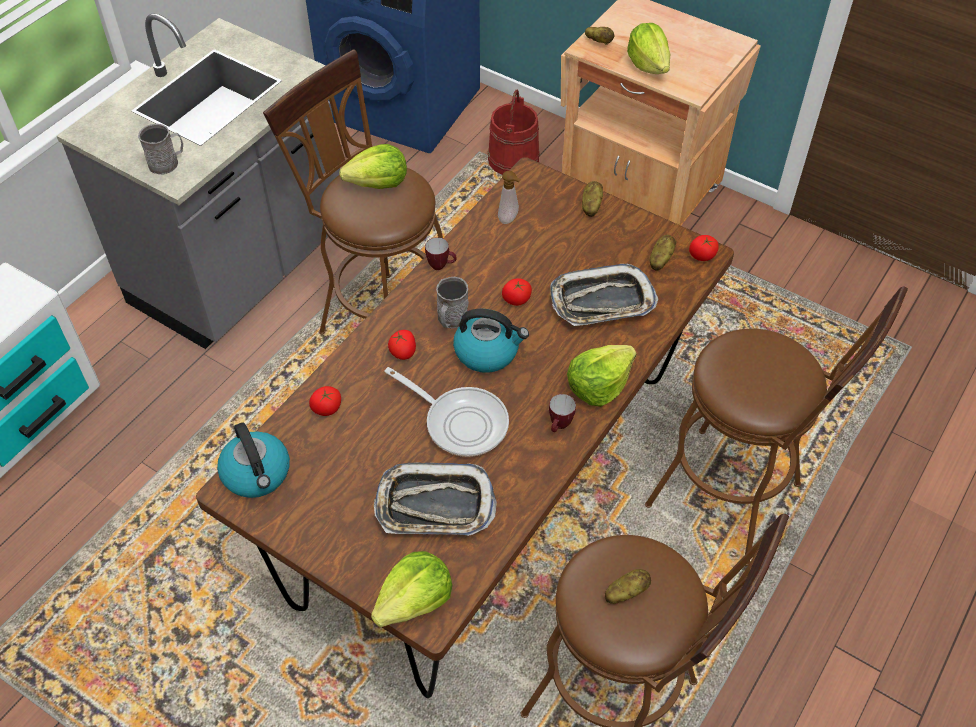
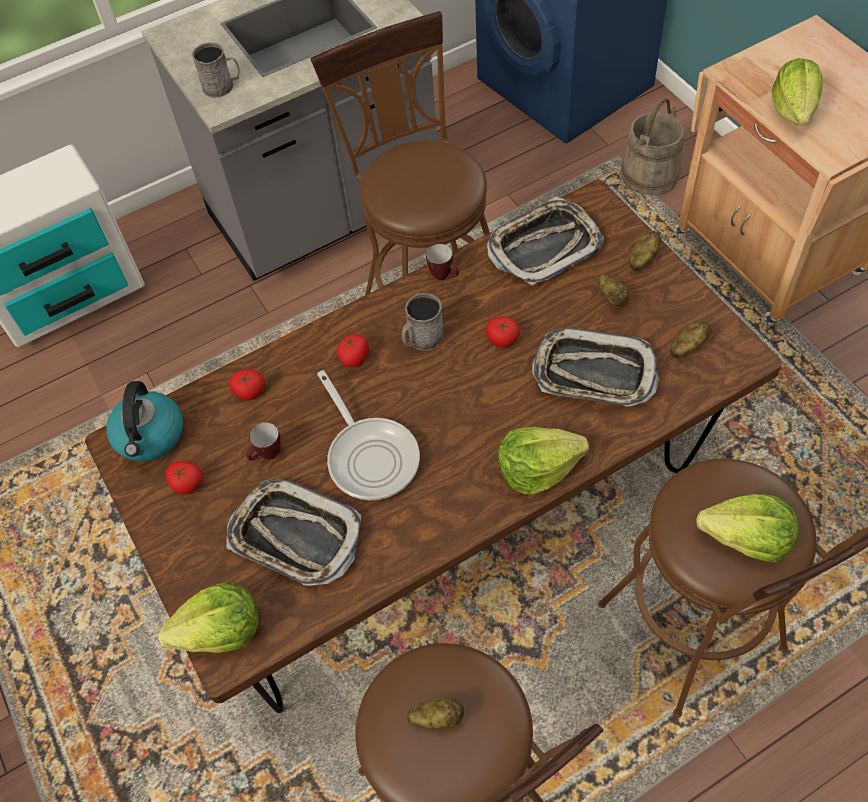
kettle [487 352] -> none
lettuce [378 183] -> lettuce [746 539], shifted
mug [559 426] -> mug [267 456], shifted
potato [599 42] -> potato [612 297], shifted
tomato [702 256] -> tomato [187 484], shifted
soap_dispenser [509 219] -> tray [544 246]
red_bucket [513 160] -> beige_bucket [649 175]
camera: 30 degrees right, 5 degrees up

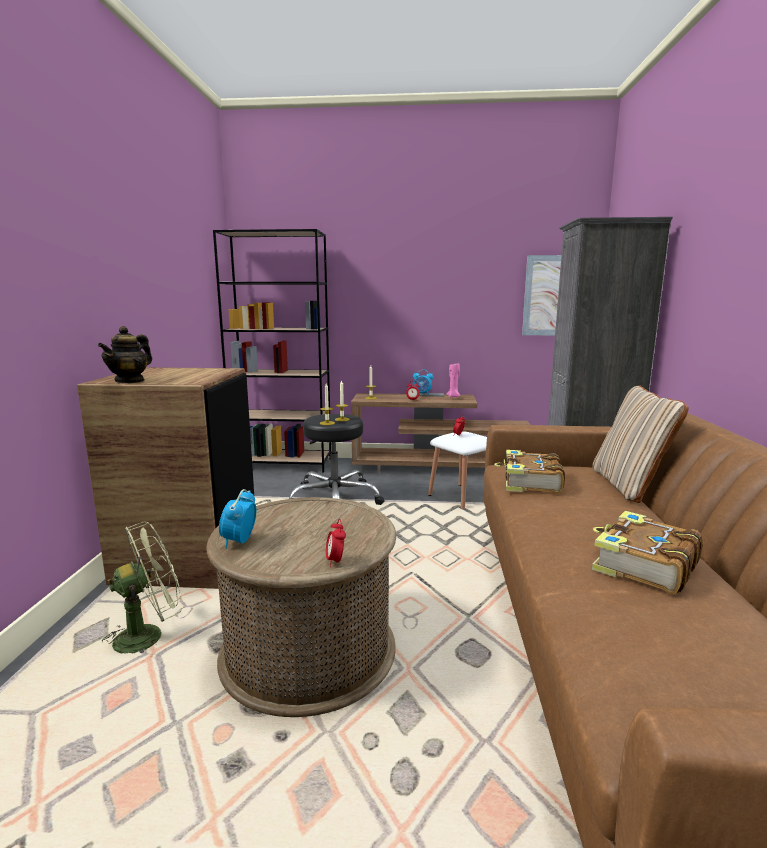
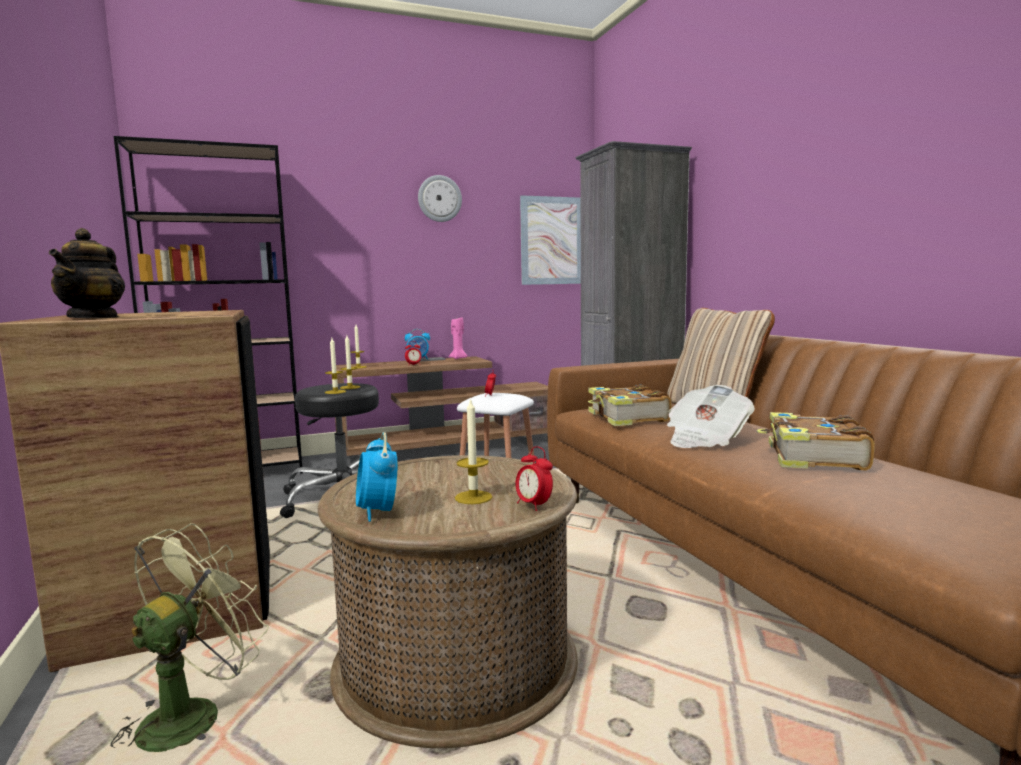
none -> wall_clock [439 198]
none -> candle [473 497]
none -> newspaper [705 439]
camera: 25 degrees left, 5 degrees down

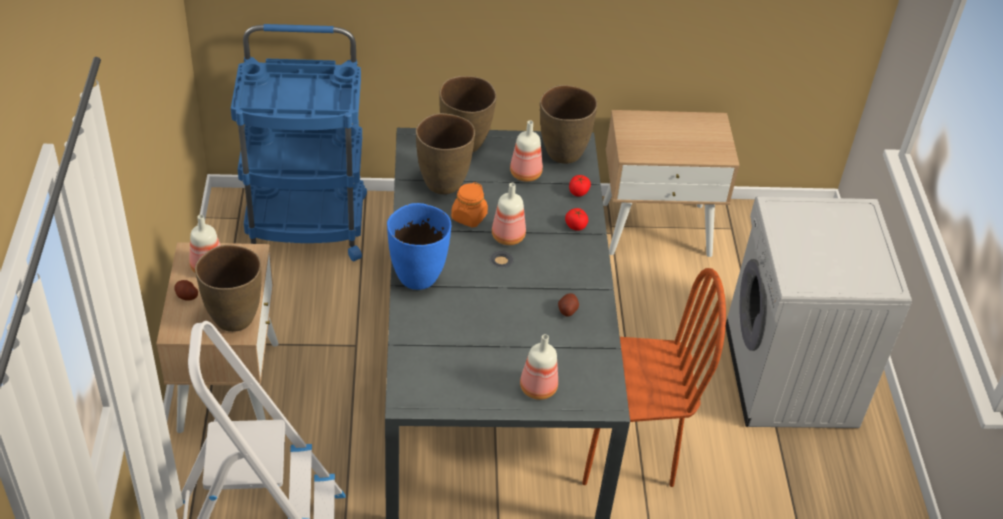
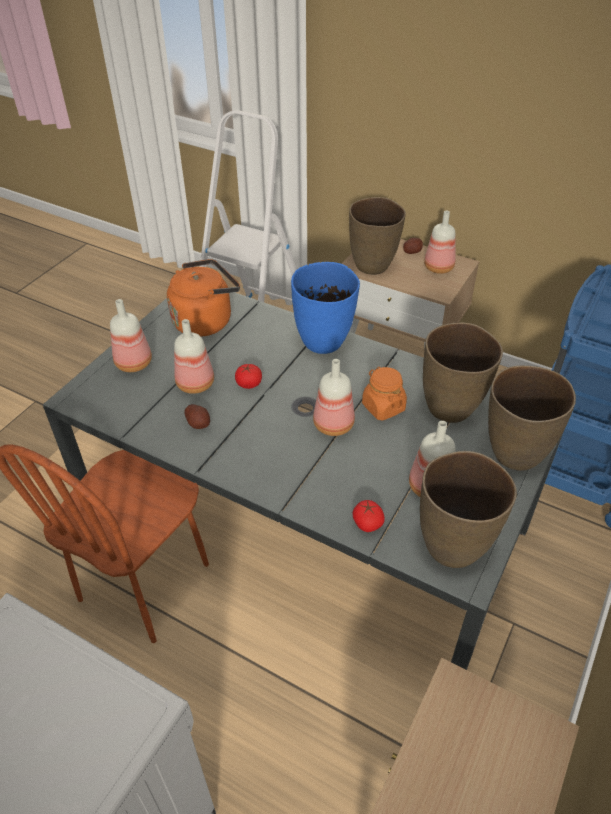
none -> orange_kettle [205 320]
none -> bottle [195 383]
tomato [576 226] -> tomato [249 384], shifted
camera: 125 degrees right, 0 degrees up

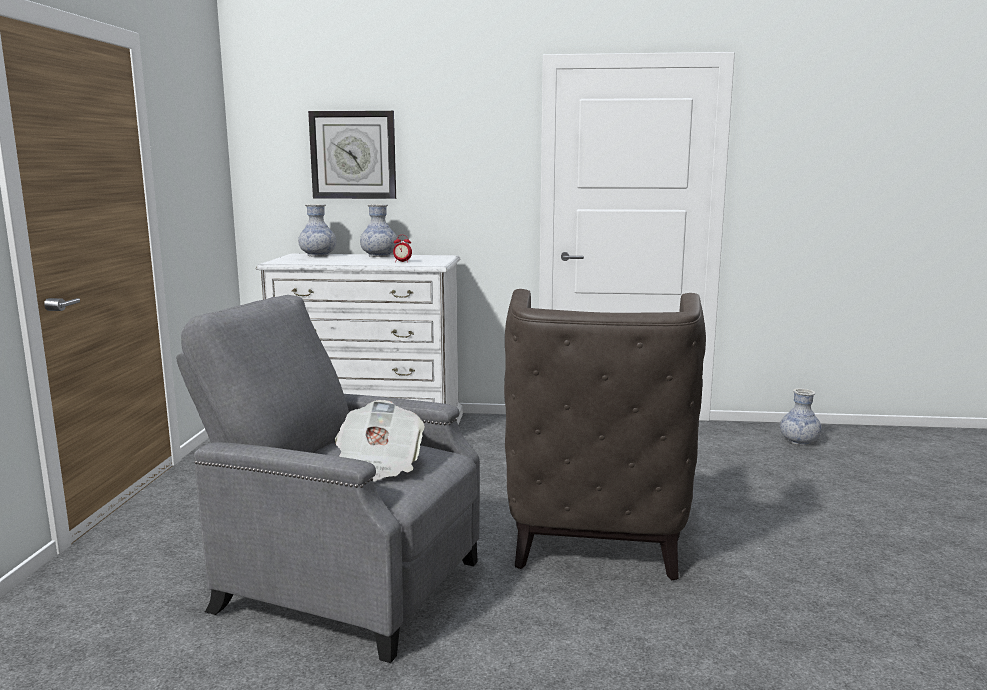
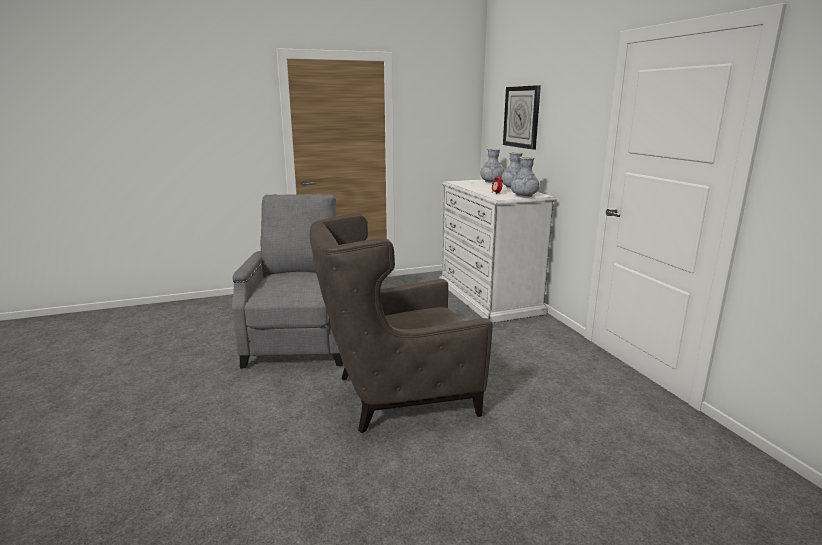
newspaper [379 464] -> none
vase [799 441] -> vase [524 196], shifted
camera: 65 degrees right, 5 degrees up

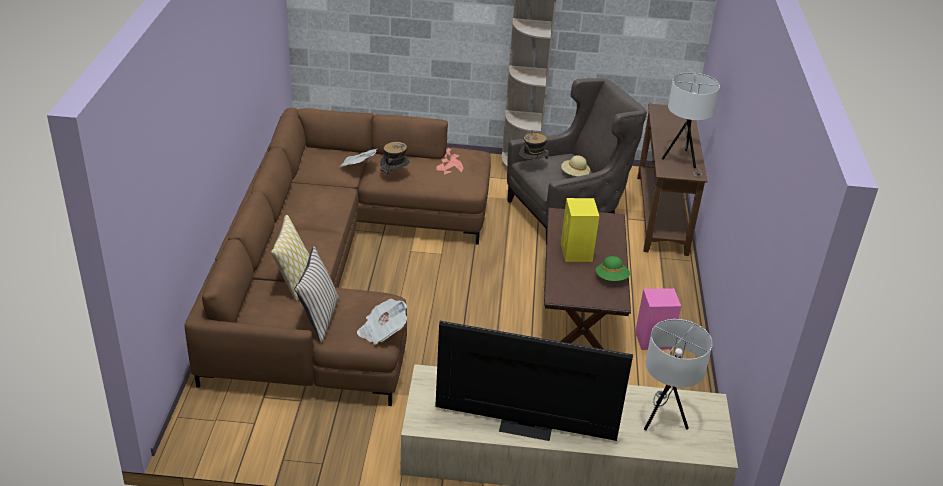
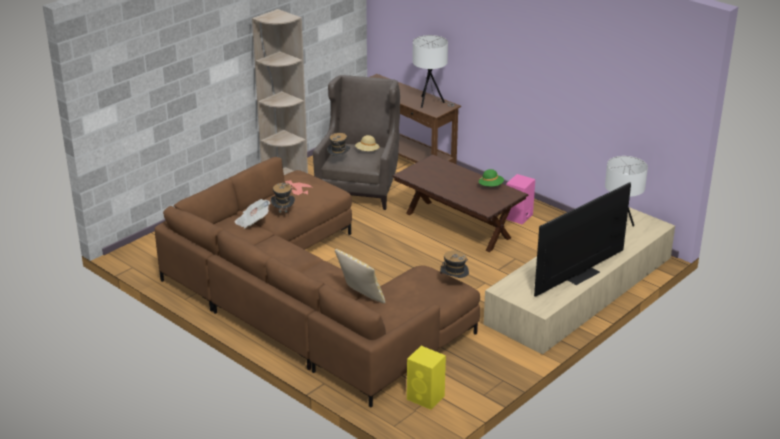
beige_pillow [318 318] -> none
yellow_speaker [576 253] -> yellow_speaker [426 398], shifted
newspaper [382 331] -> hat [454 283]
camera: 50 degrees left, 5 degrees down

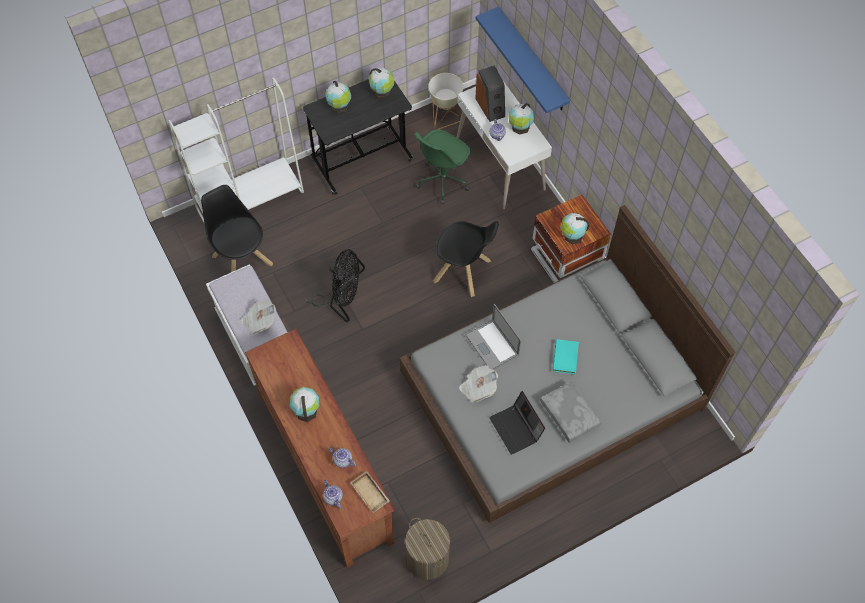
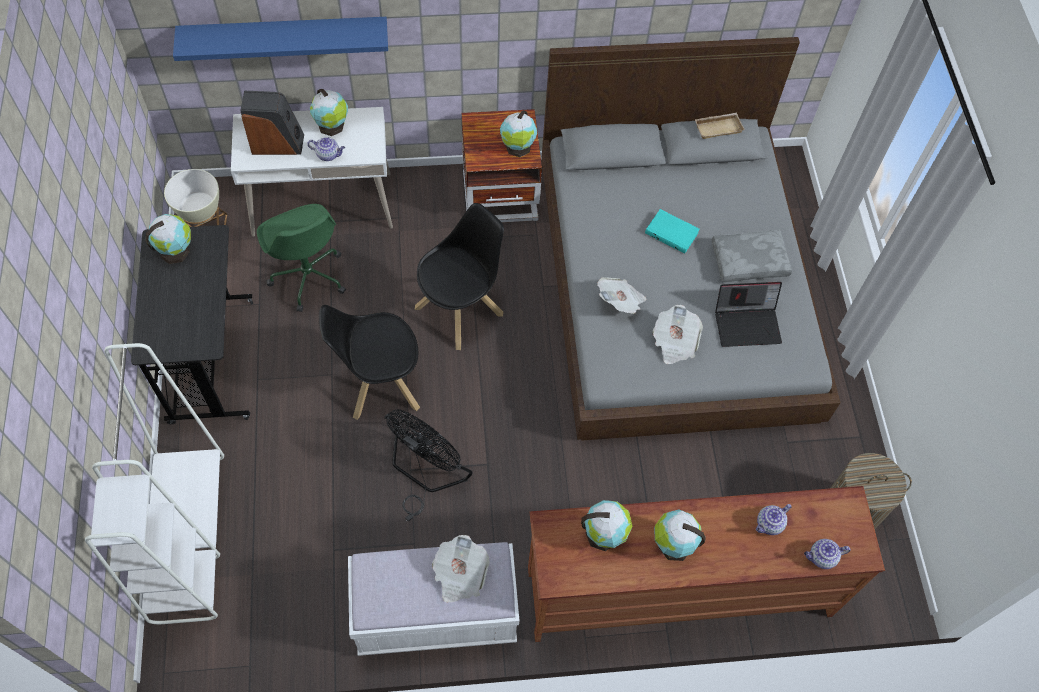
black_chair [241 259] -> black_chair [379 384], shifted
globe [339 106] -> globe [604 534], shifted
beige_tray [371 493] -> beige_tray [718 127], shifted
laptop [492 345] -> newspaper [620 302]
camera: 70 degrees left, 0 degrees up

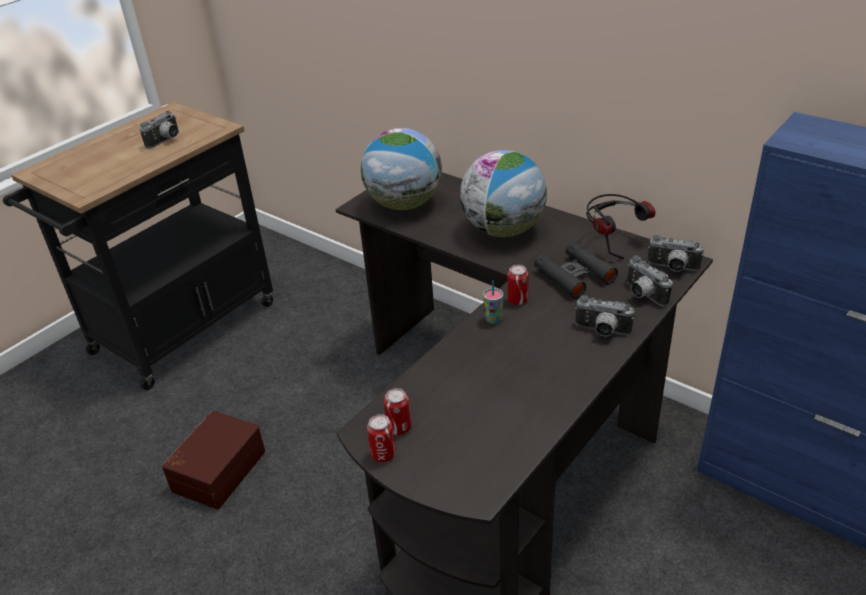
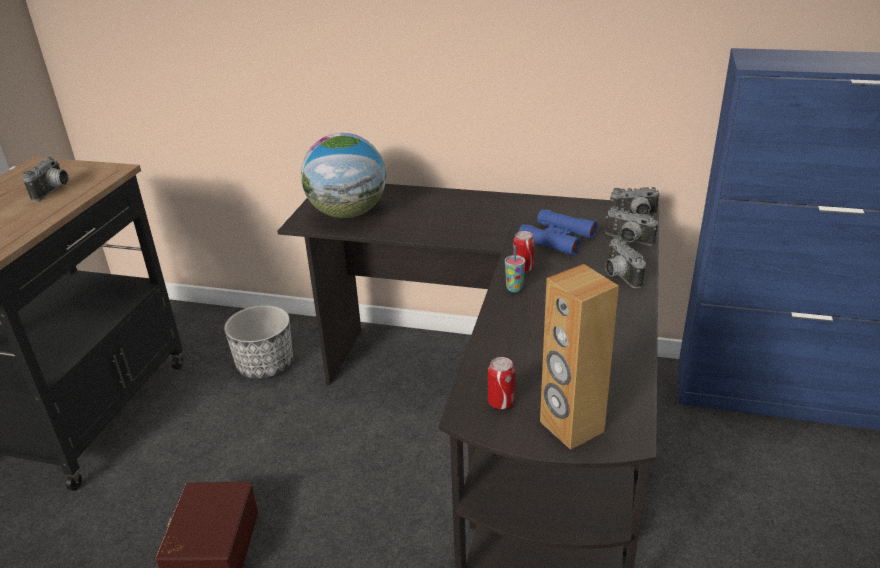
can [383 454] -> none
globe [503 230] -> none
headphones [613 242] -> none
none -> planter [265 365]
none -> brown_speaker [571 427]
black_binoculars [574 276] -> blue_binoculars [557 238]
photo_camera [601 332] -> photo_camera [618 276], 75 degrees clockwise
camera: 25 degrees left, 5 degrees down

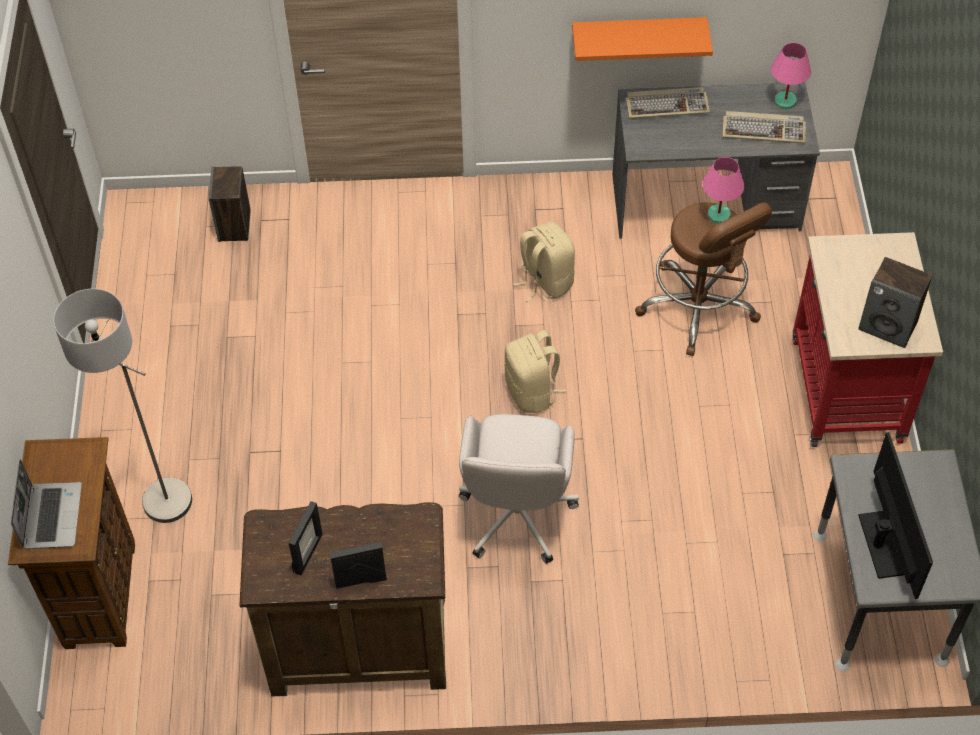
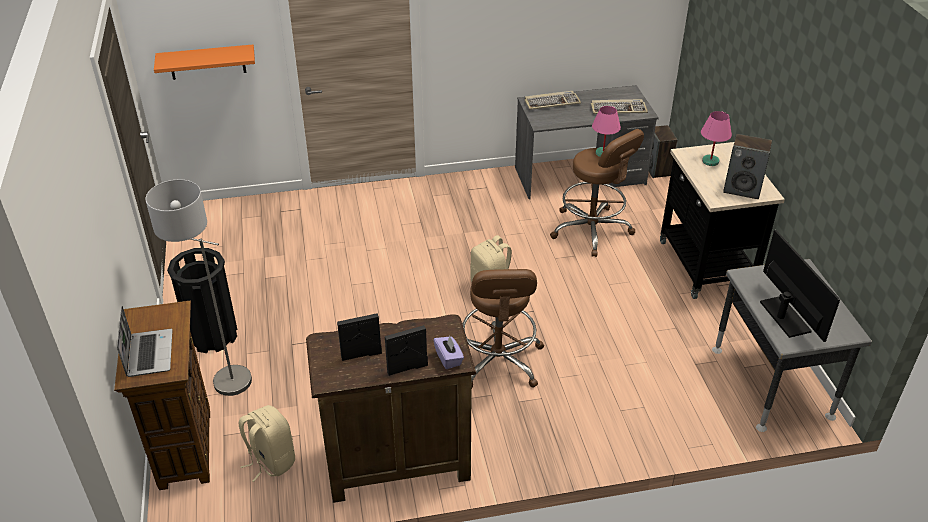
none -> black_trash_can [212 335]
none -> purple_tissue_box [449 358]
speaker [234 226] -> speaker [657 170], shifted
beige_backpack [545 281] -> beige_backpack [270 461], shifted
orange_shelf [638 35] -> orange_shelf [207 62], shifted
pink_table_lamp [784 101] -> pink_table_lamp [710 161], shifted
white_office_chair [516 516] -> brown_stool [498 362]
red_cart [846 392] -> black_cart [706 267]
picture_frame [307 553] -> picture_frame [361 355], 120 degrees counterclockwise
camera: 10 degrees left, 15 degrees down

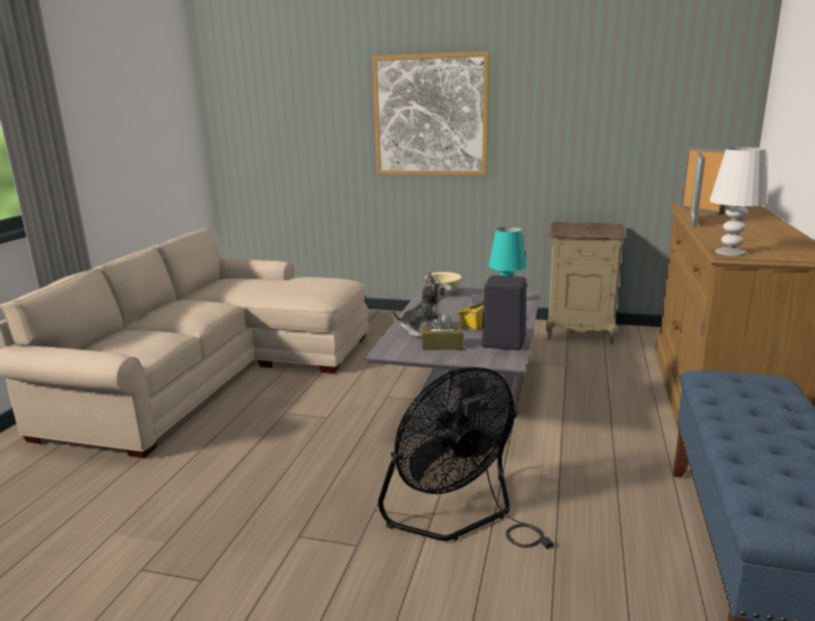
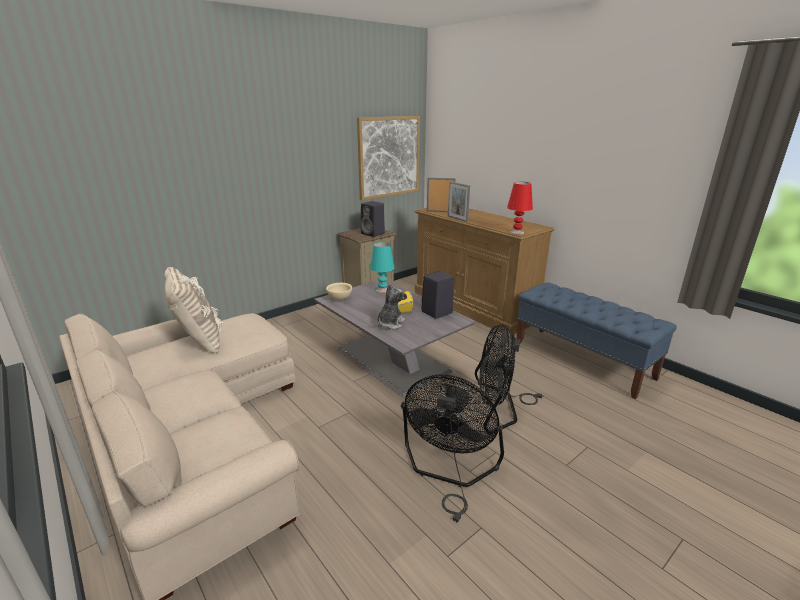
brown_tissue_box [442 345] -> none
none -> beige_pillow [201 340]
none -> black_speaker [373 234]
none -> black_fan [448 471]
picture [430 115] -> picture [389 157], shifted
white_table_lamp [730 252] -> red_table_lamp [517 232]
camera: 55 degrees left, 5 degrees up

